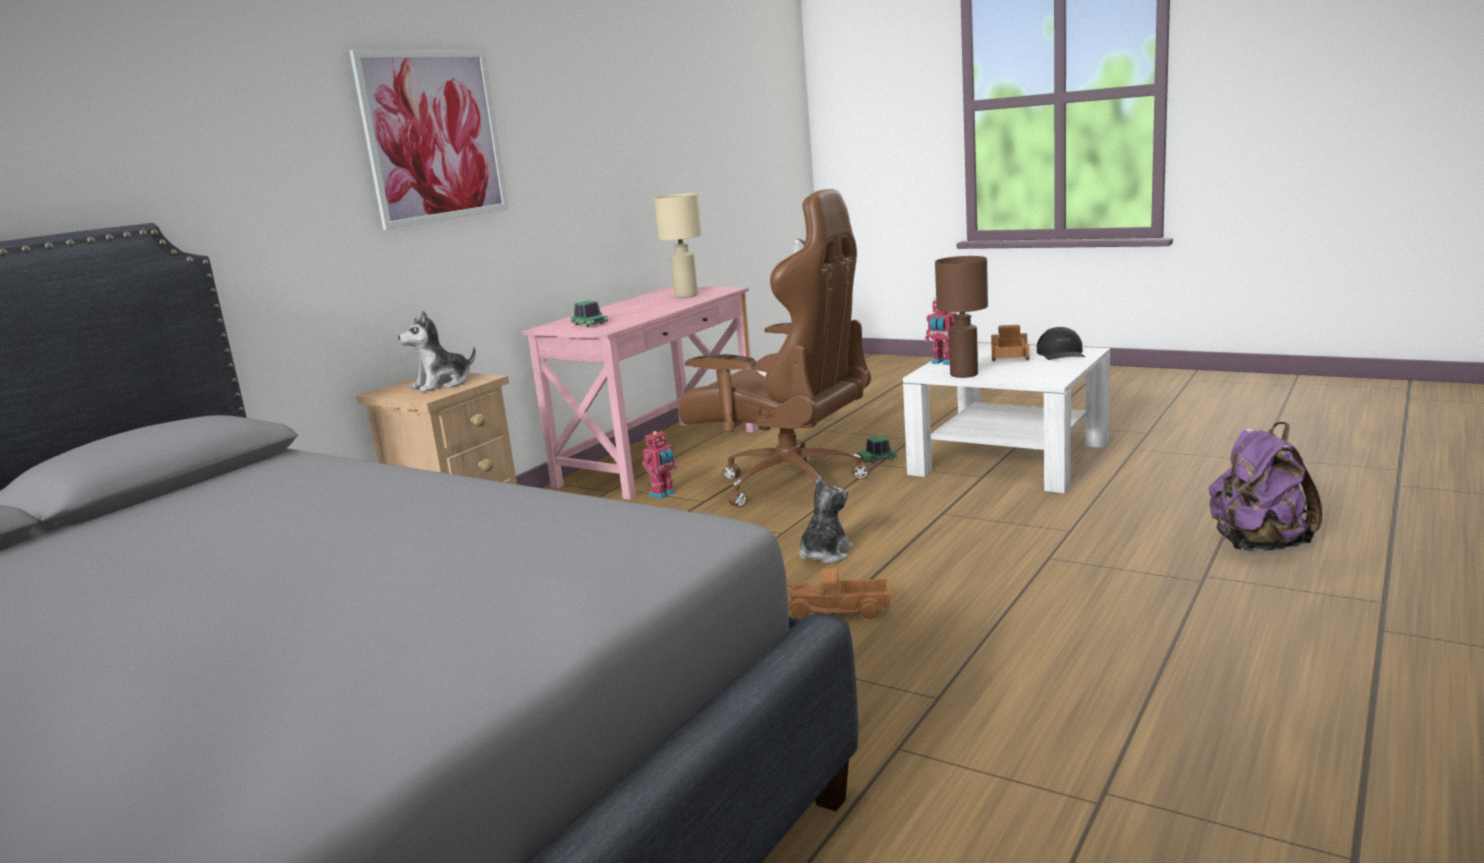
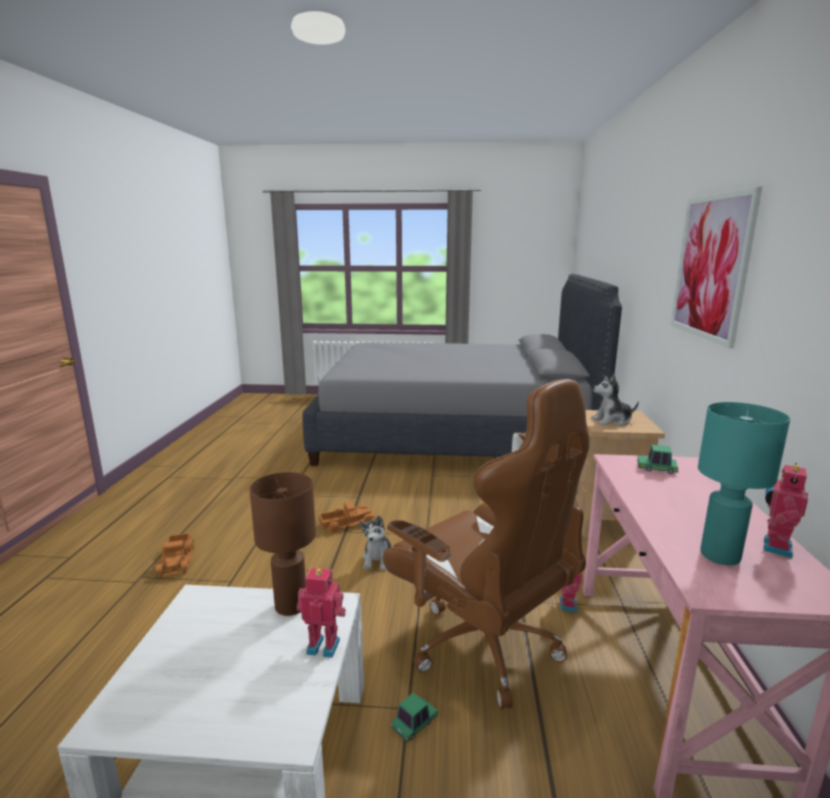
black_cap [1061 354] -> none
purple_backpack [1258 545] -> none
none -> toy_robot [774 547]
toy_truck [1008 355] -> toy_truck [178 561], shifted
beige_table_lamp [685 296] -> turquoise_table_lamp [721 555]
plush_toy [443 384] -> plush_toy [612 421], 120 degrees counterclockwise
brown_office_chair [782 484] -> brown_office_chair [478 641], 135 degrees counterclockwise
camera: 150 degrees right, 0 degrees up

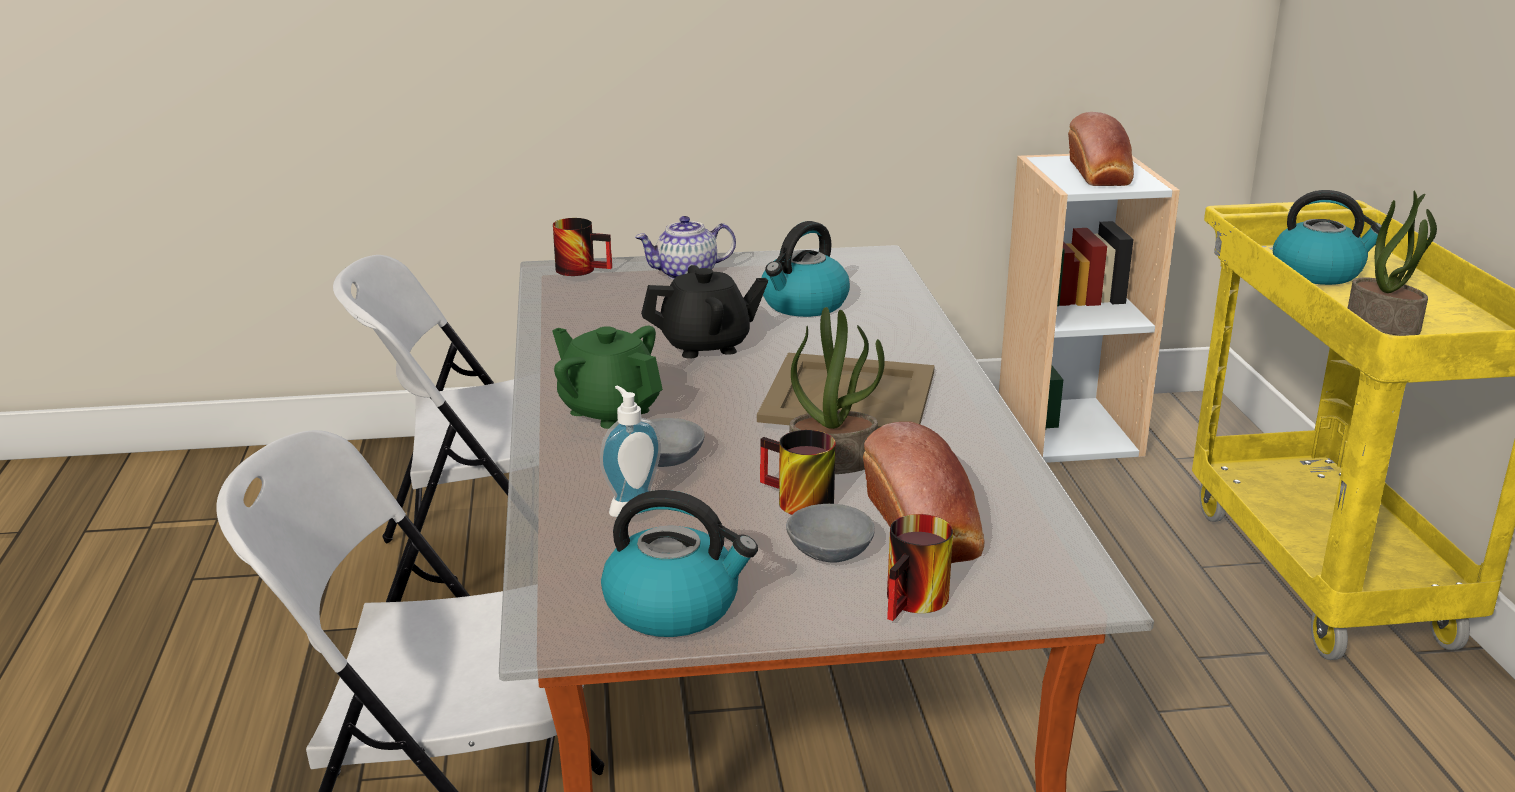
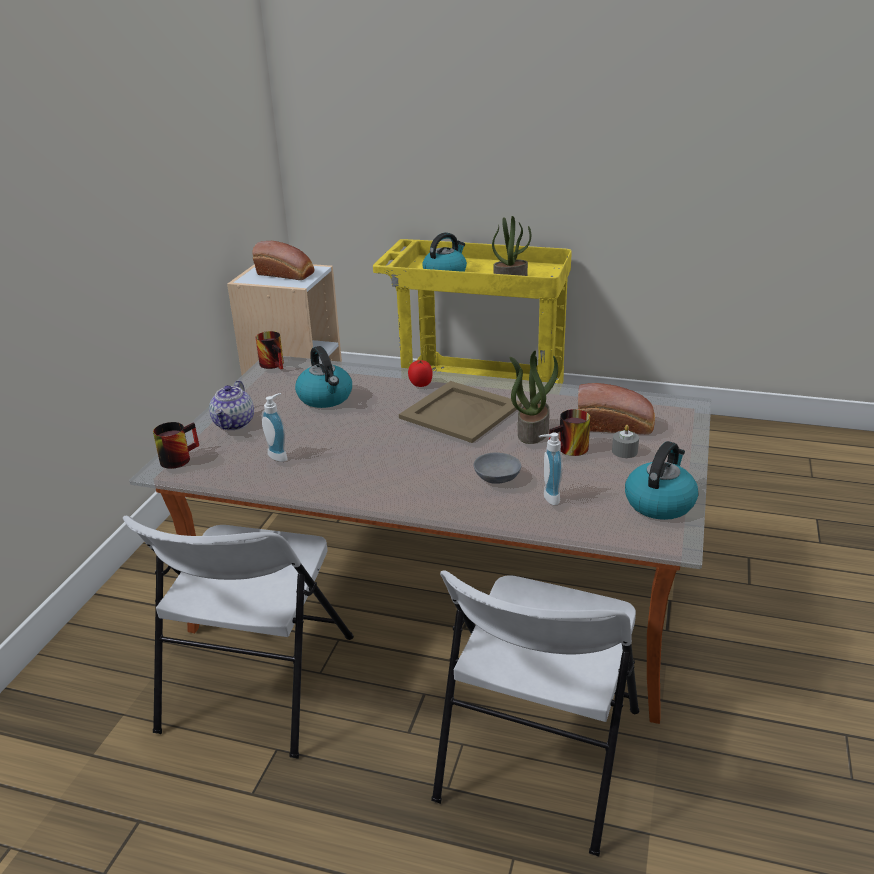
green_teapot [609 410] -> none
black_teapot [706 345] -> none
none -> soap_dispenser [280 455]
none -> tomato [421 384]
mug [918 603] -> mug [275 364], shifted
grey_bowl [833 551] -> grey_candle [624 451]
camera: 65 degrees left, 5 degrees up

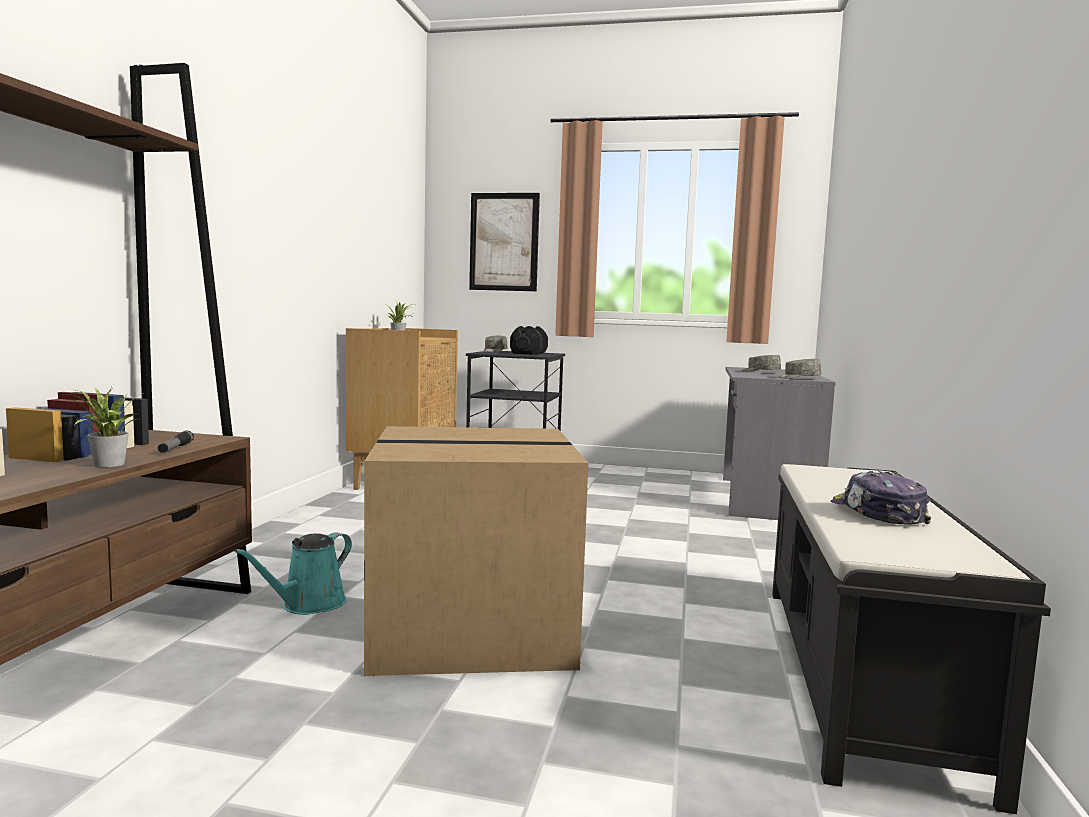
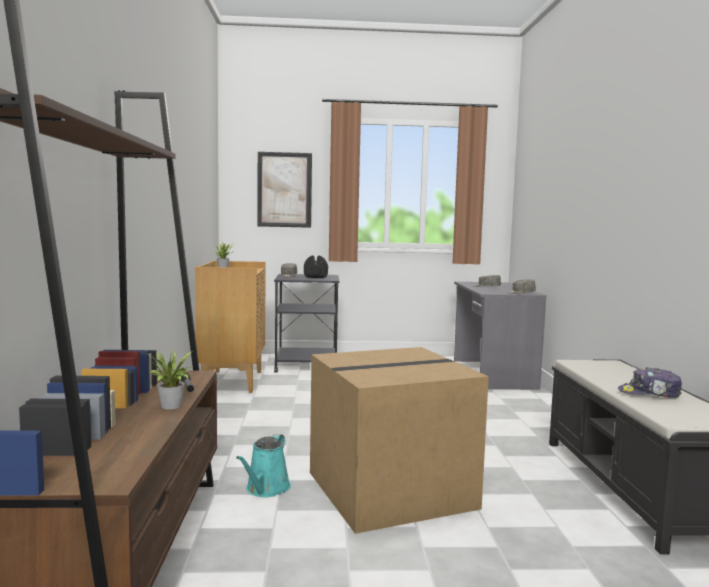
cap [876 514] -> cap [649 393], 45 degrees counterclockwise
camera: 15 degrees left, 0 degrees up

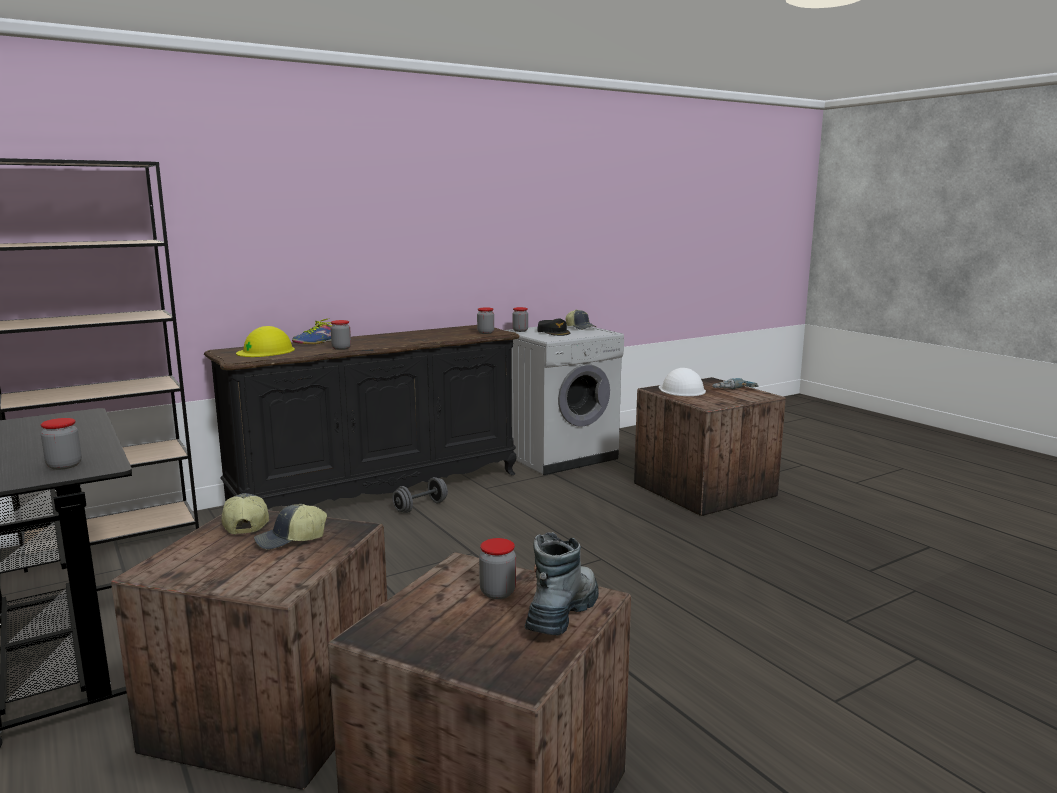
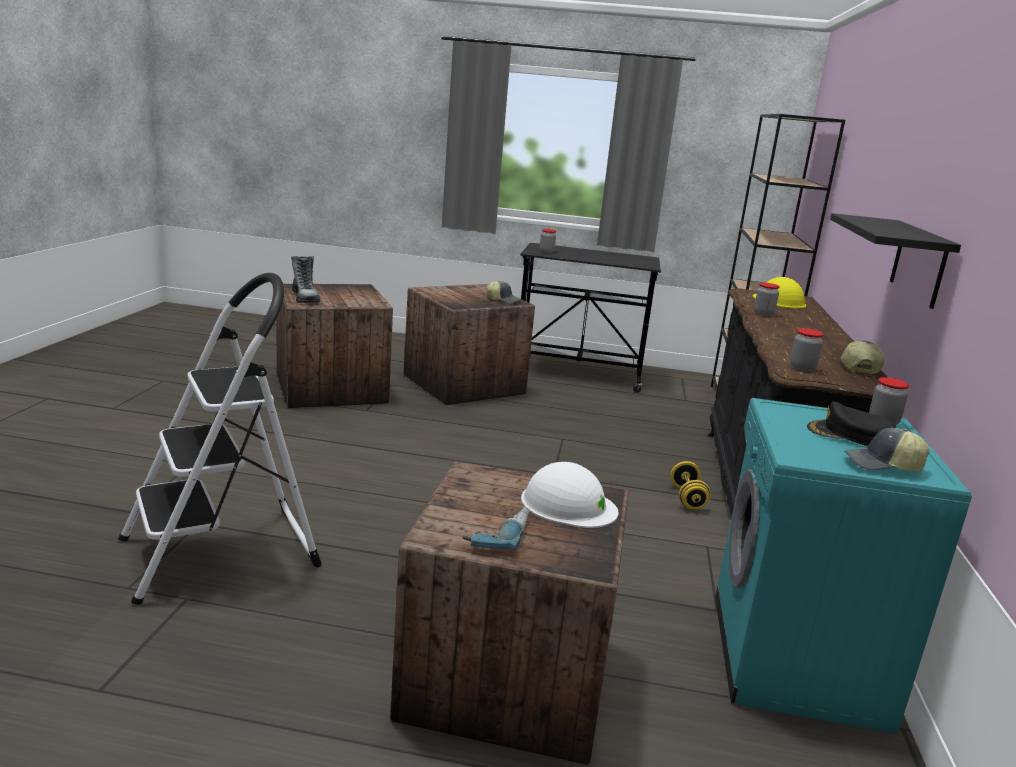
shoe [319 342] -> none
jar [497 592] -> none
none -> step_ladder [226 553]
none -> black_shelf [919 263]
cap [291 540] -> cap [858 368], shifted
grey_dumbbell [420 507] -> yellow_dumbbell [687 498]
white_washing_machine [561 457] -> turquoise_washing_machine [791 659]
camera: 130 degrees right, 5 degrees up

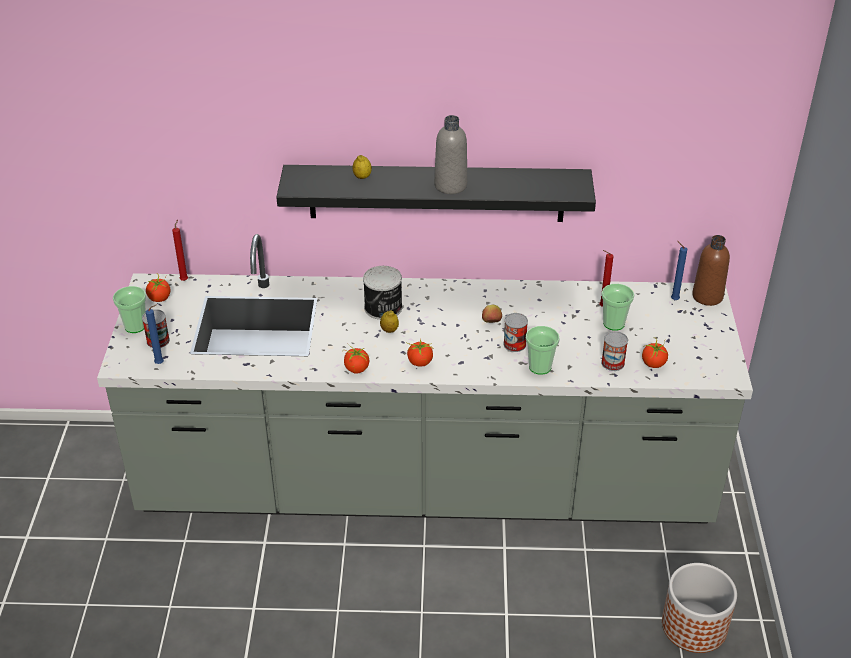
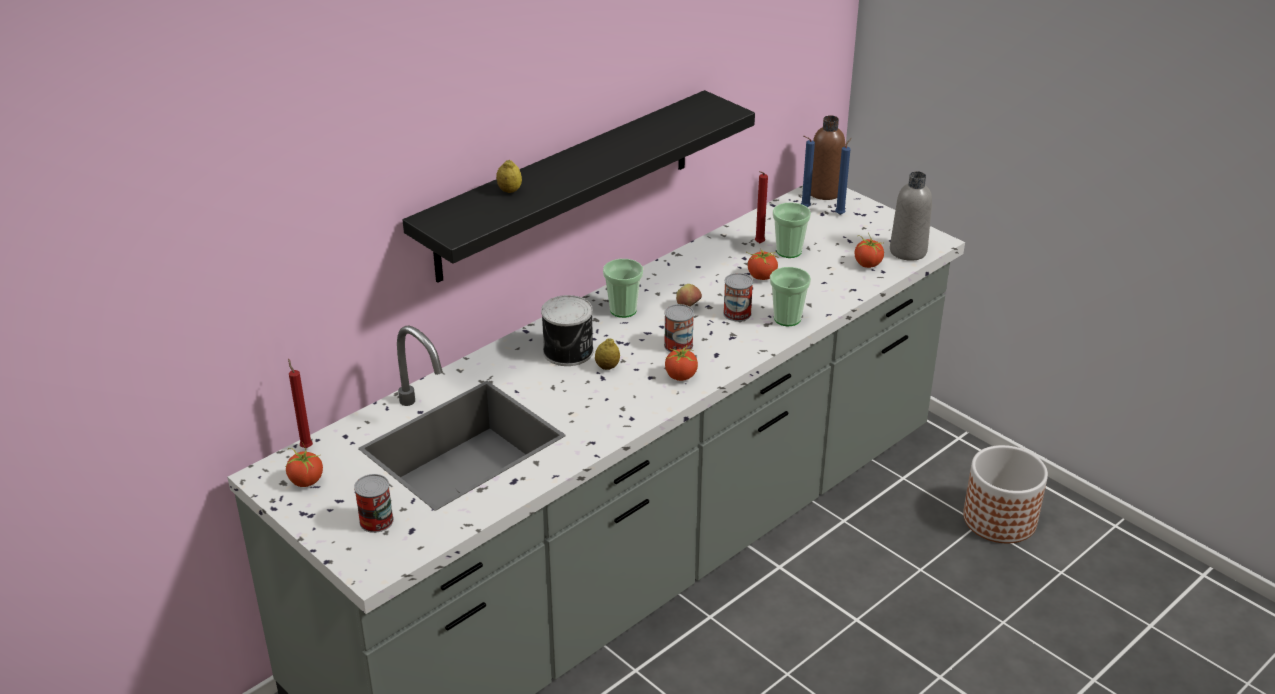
cup [135 326] -> cup [623 310], shifted
blue_candle [161 363] -> blue_candle [841 214], shifted
tomato [356 369] -> tomato [761 277], shifted
grey_bottle [450 185] -> grey_bottle [908 251], shifted
can [612 363] -> can [678 345], shifted
camera: 45 degrees left, 5 degrees down

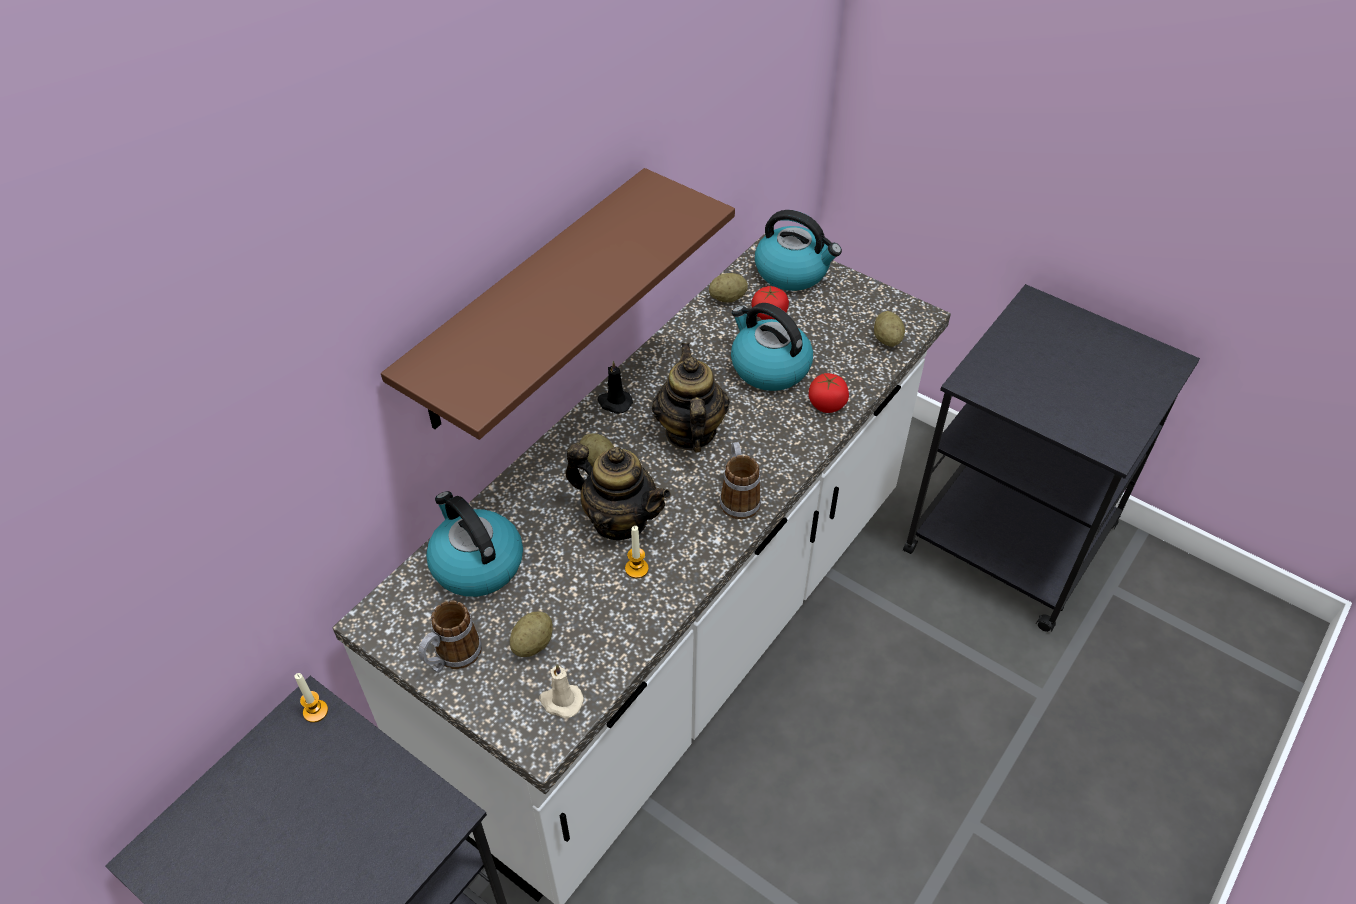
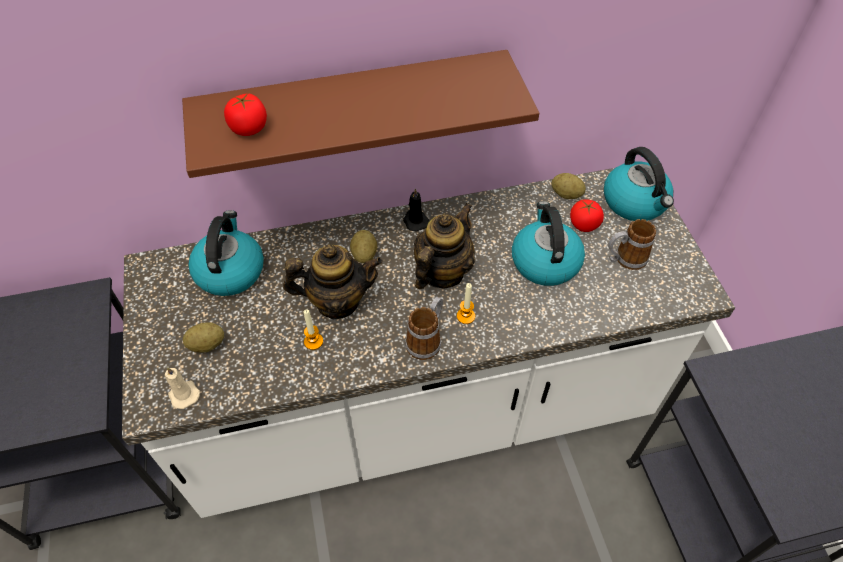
potato [887 339] -> none
candle [315 711] -> candle [465 316], shifted
mug [452 657] -> mug [624 259], shifted
tomato [827 404] -> tomato [249 128], shifted
teapot [619 519] -> teapot [337 301], 75 degrees counterclockwise
camera: 40 degrees right, 5 degrees up

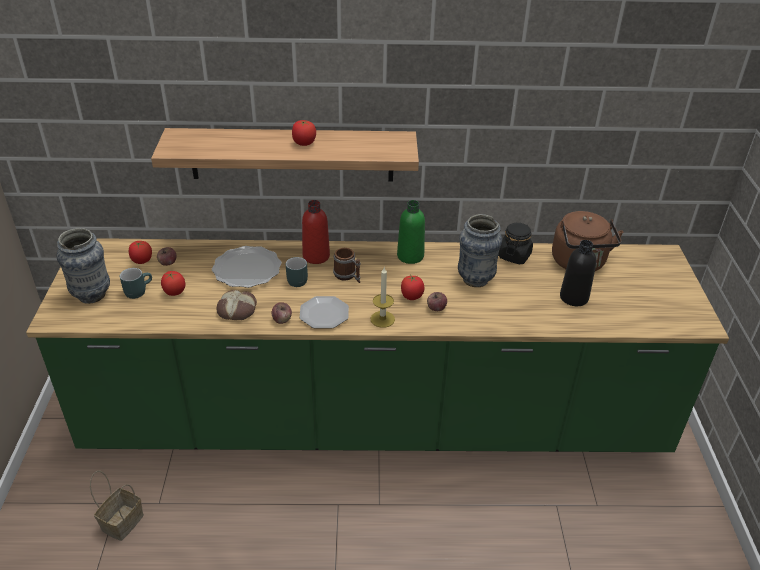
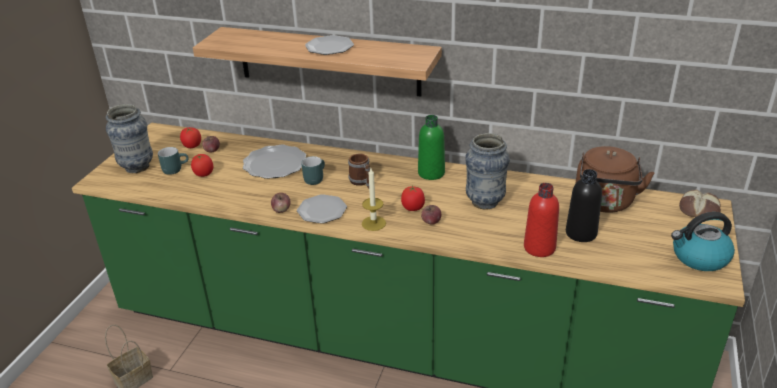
black_jar [514 256] -> none
none -> kettle [699 257]
bread [238 309] -> bread [699 209], shifted
red_bottle [316 256] -> red_bottle [539 248], shifted
tomato [304 143] -> plate [329 47]
camera: 20 degrees right, 5 degrees down

